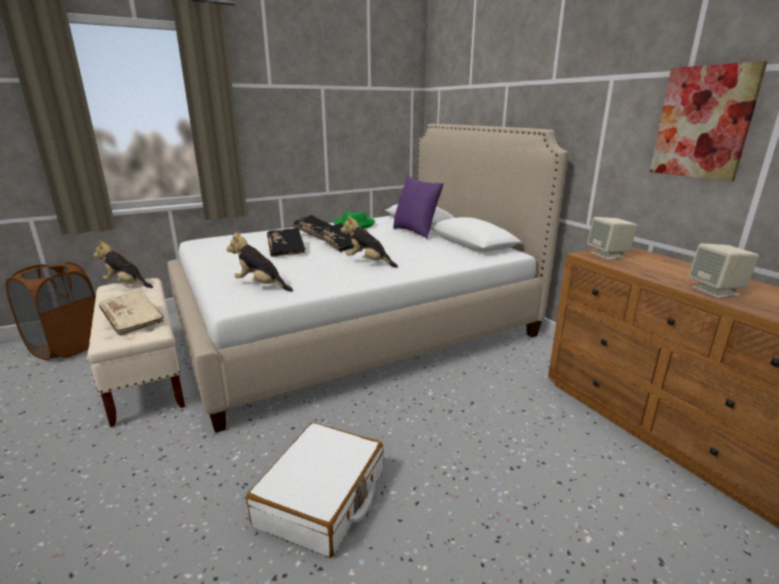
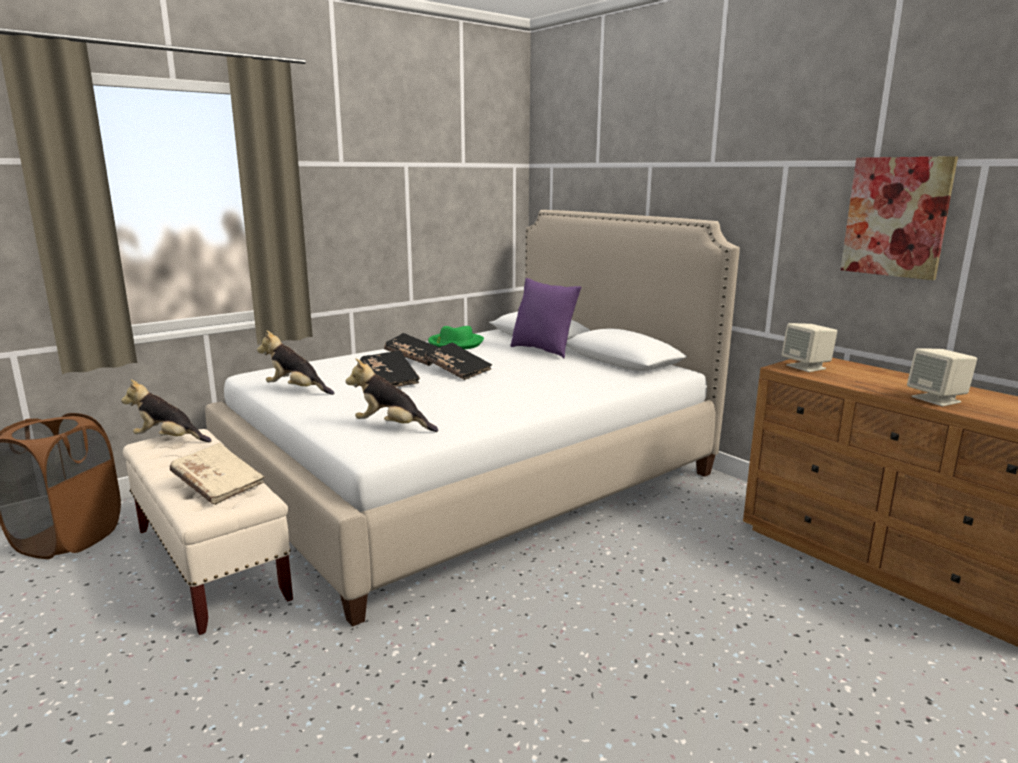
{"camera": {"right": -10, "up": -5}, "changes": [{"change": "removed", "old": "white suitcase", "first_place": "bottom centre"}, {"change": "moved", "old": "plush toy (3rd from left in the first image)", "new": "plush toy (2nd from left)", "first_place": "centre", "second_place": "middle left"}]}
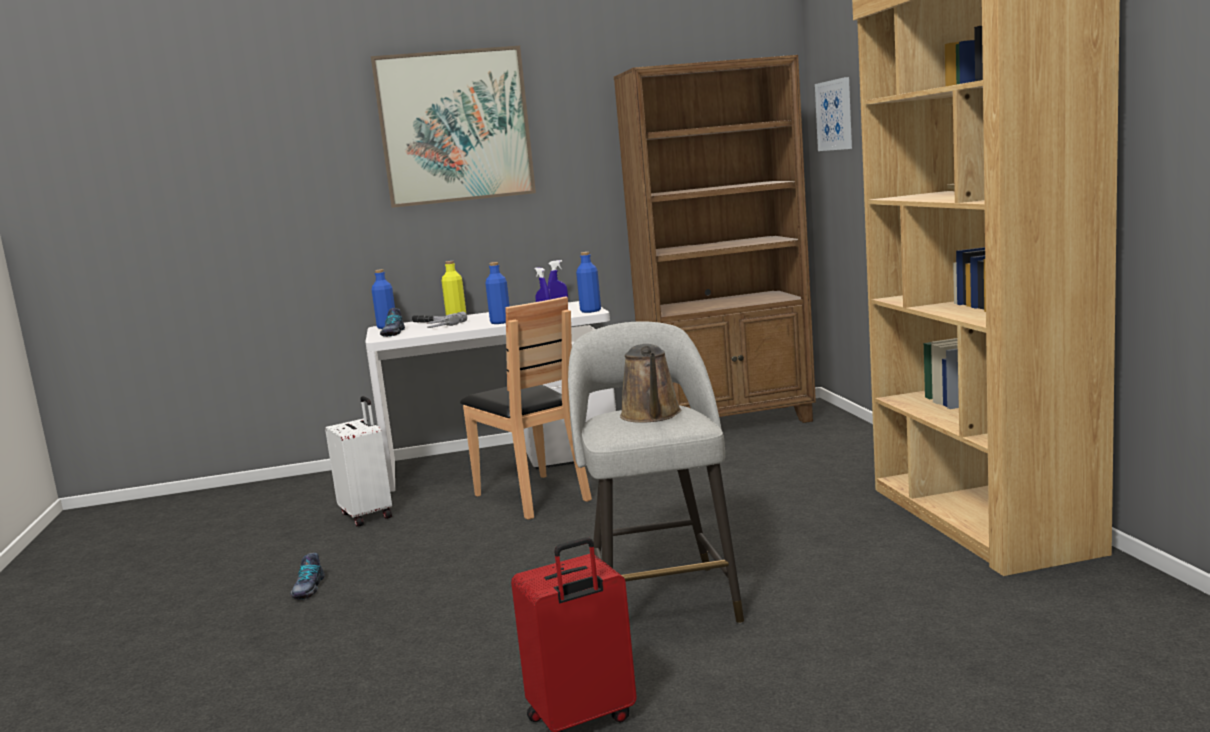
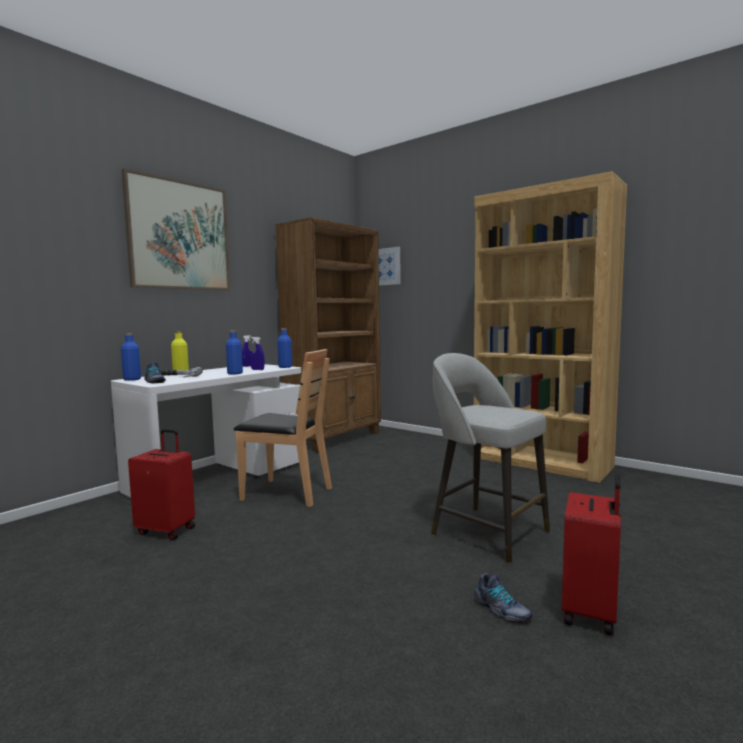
{"camera": {"right": -40, "up": -5}, "changes": [{"change": "moved", "old": "shoe (1st from left in the first image)", "new": "shoe (2nd from left)", "first_place": "bottom left", "second_place": "bottom right"}, {"change": "recoloured", "old": "white suitcase", "new": "red suitcase (1st from left)", "first_place": "middle left", "second_place": "middle left"}, {"change": "removed", "old": "brown watering can", "first_place": "centre"}]}
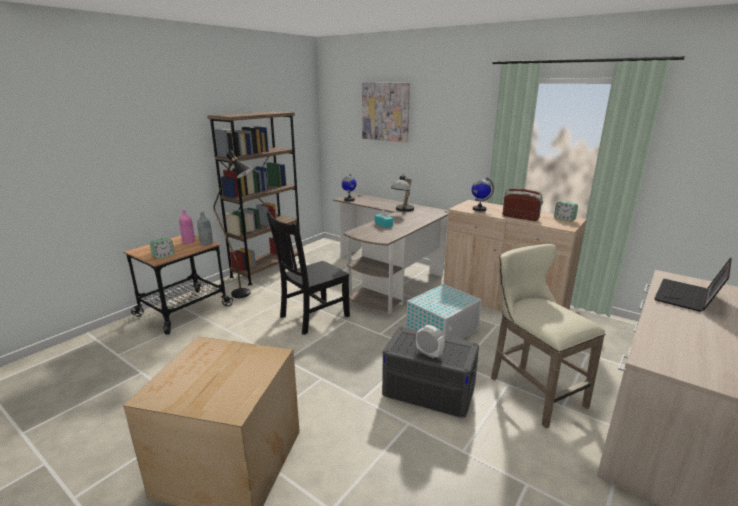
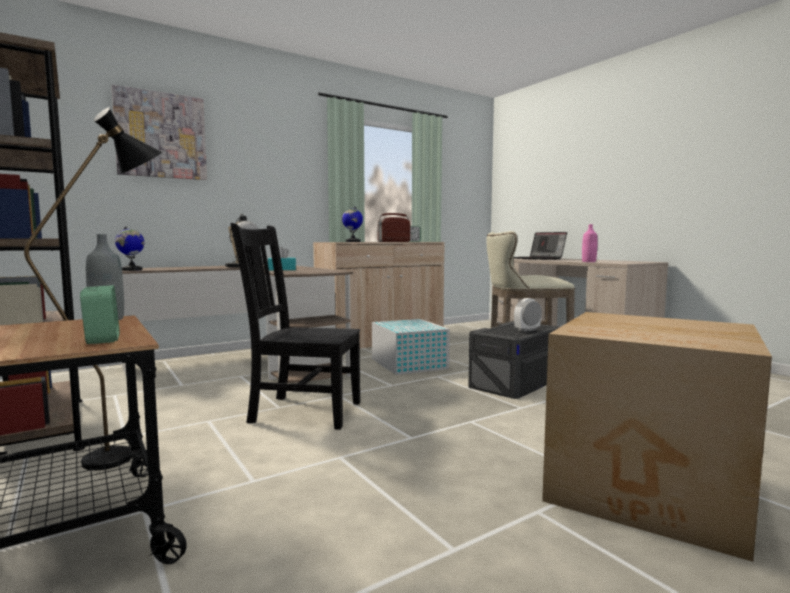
{"camera": {"right": -70, "up": -15}, "changes": [{"change": "moved", "old": "pink bottle", "first_place": "middle left", "second_place": "middle right"}, {"change": "turned", "old": "black chair", "first_place": "centre", "second_place": "centre", "degrees": 120}]}
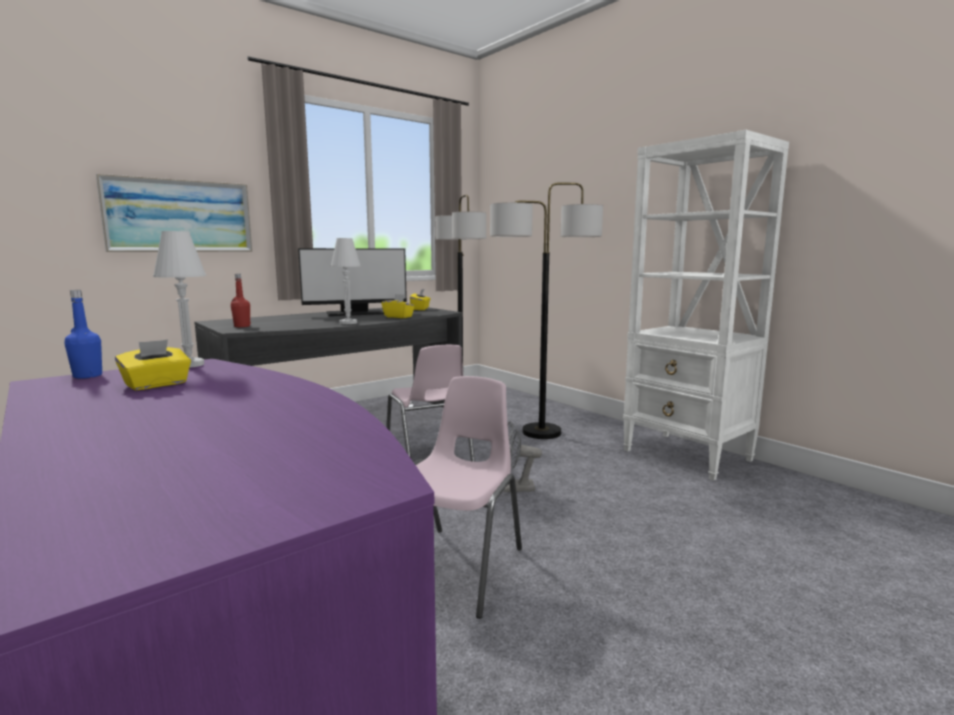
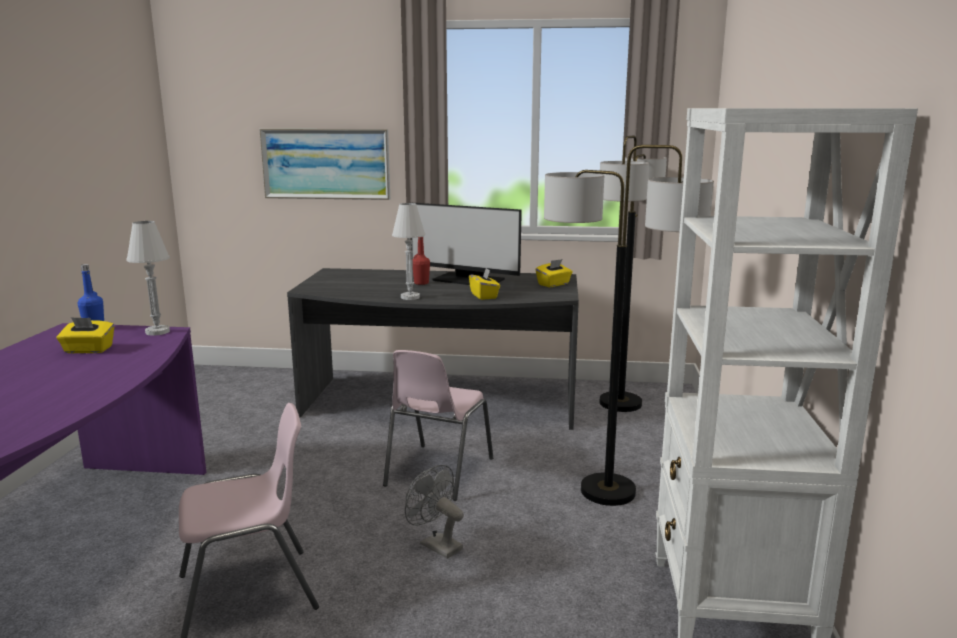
{"camera": {"right": 45, "up": 5}, "changes": [{"change": "moved", "old": "red bottle", "first_place": "middle left", "second_place": "centre"}]}
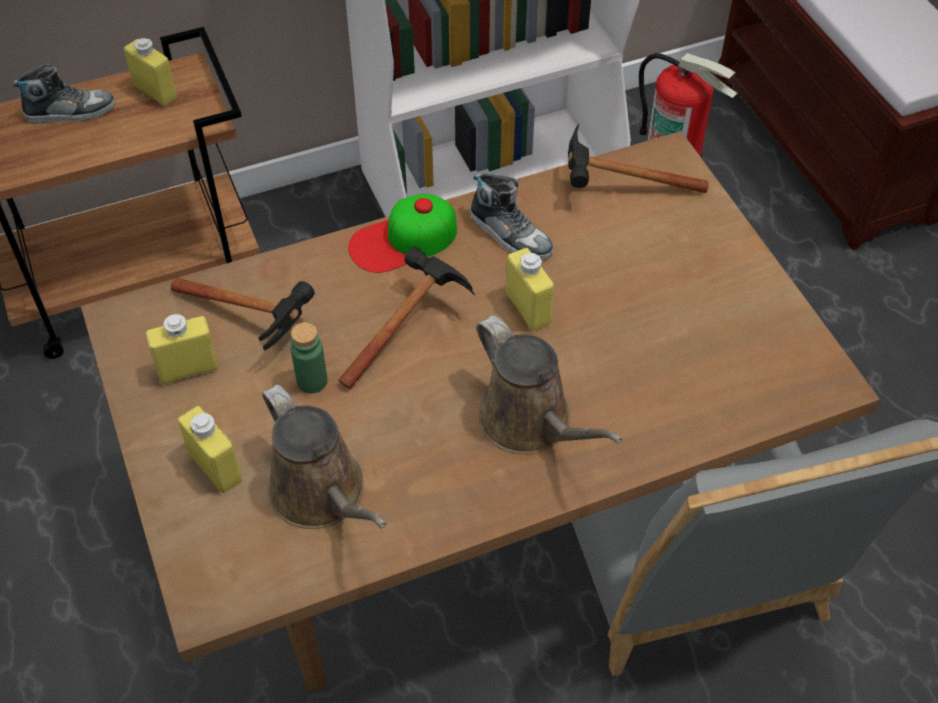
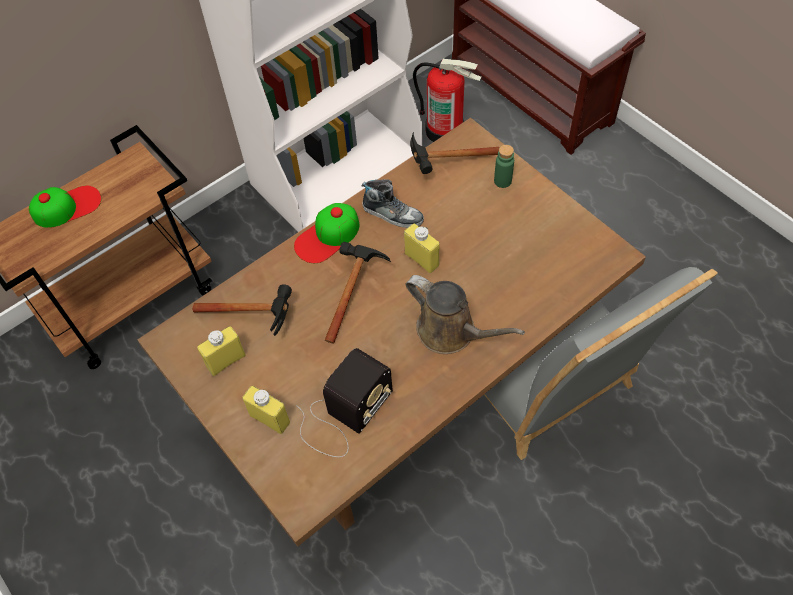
{"camera": {"right": -15, "up": 5}, "changes": [{"change": "replaced", "old": "shoe (1st from left)", "new": "cap (1st from left)", "first_place": "top left", "second_place": "middle left"}, {"change": "removed", "old": "yellow bottle (1st from left)", "first_place": "top left"}, {"change": "replaced", "old": "brown watering can (1st from left)", "new": "radio", "first_place": "centre", "second_place": "bottom centre"}, {"change": "moved", "old": "green bottle", "first_place": "middle left", "second_place": "top centre"}]}
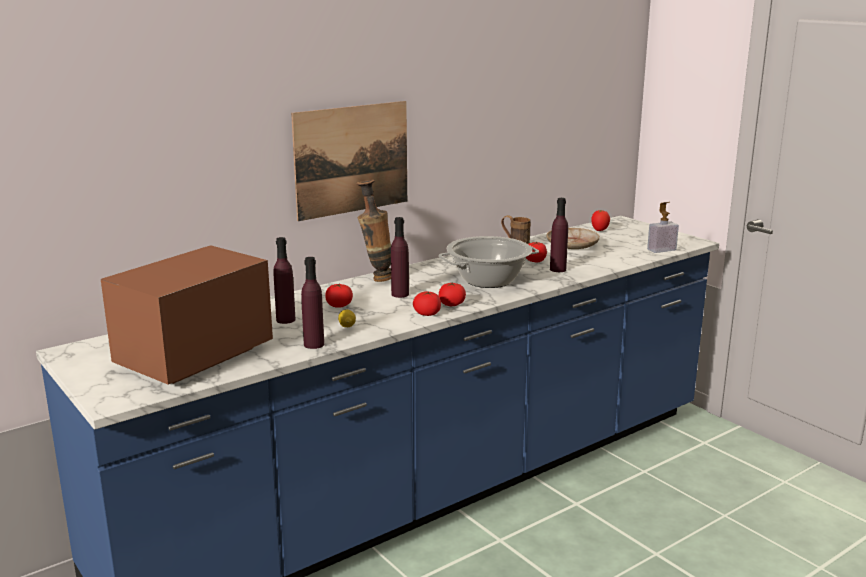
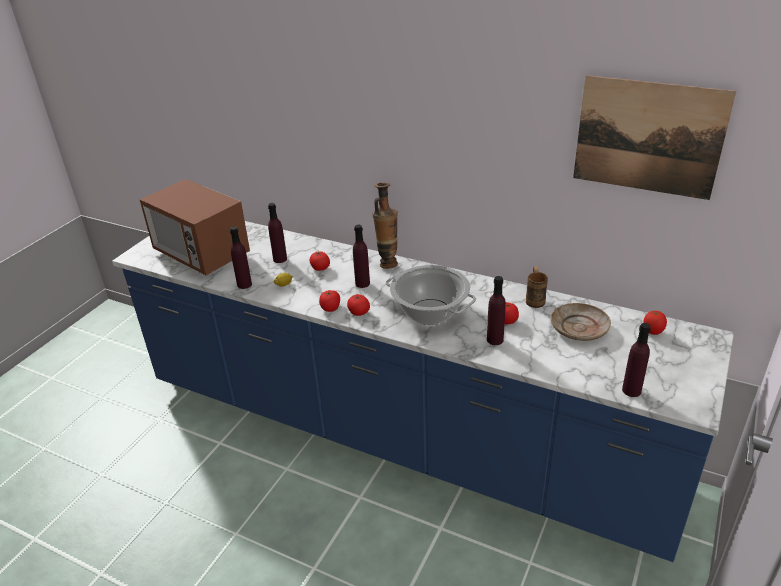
{"camera": {"right": 65, "up": 15}, "changes": [{"change": "turned", "old": "microwave", "first_place": "middle left", "second_place": "middle left", "degrees": -150}, {"change": "moved", "old": "picture", "first_place": "top centre", "second_place": "top right"}, {"change": "replaced", "old": "soap dispenser", "new": "purple bottle (5th from left)", "first_place": "middle right", "second_place": "middle right"}]}
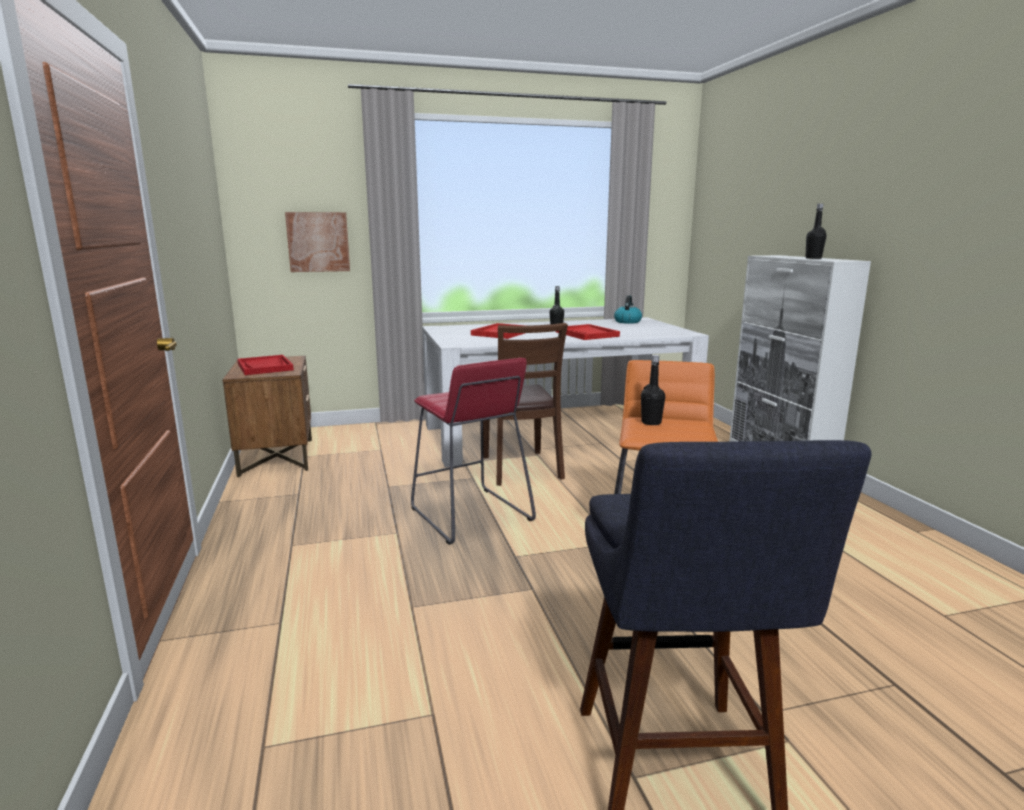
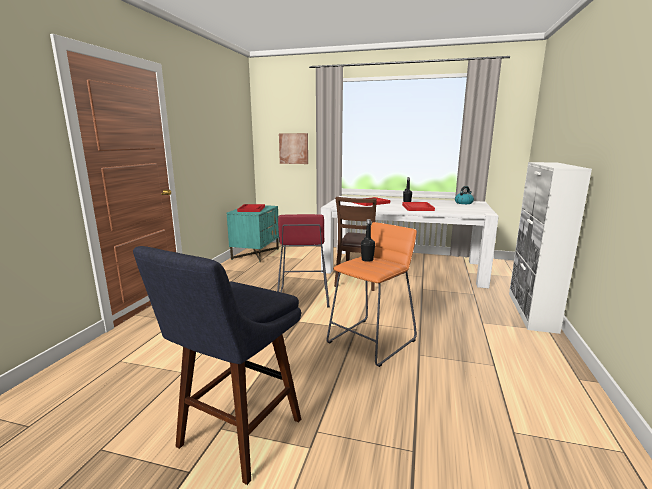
{"camera": {"right": 30, "up": 0}, "changes": [{"change": "recoloured", "old": "brown nightstand", "new": "turquoise nightstand", "first_place": "middle left", "second_place": "centre"}, {"change": "removed", "old": "black bottle (3rd from left)", "first_place": "top right"}]}
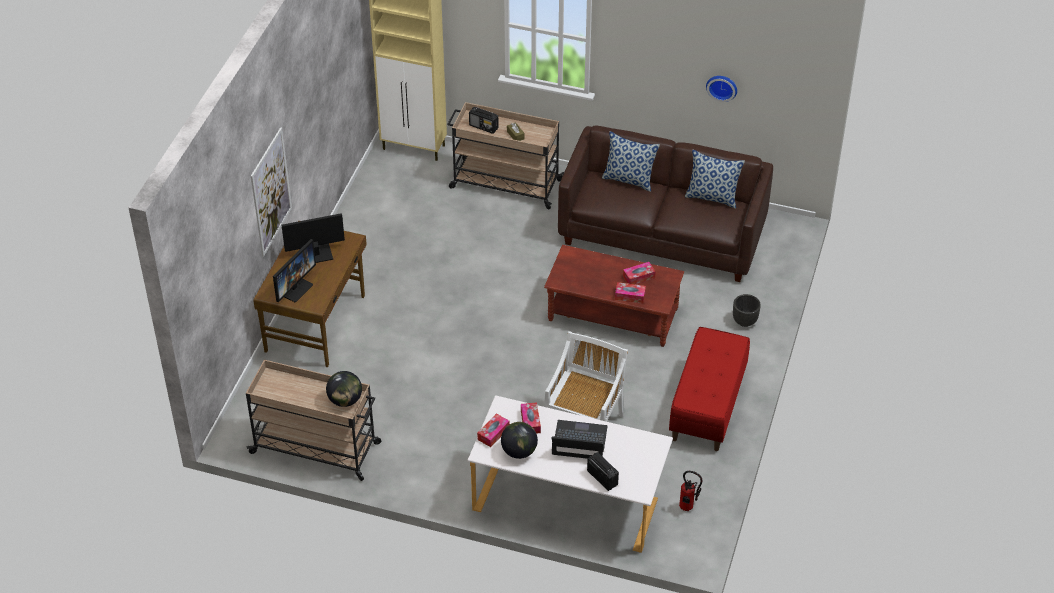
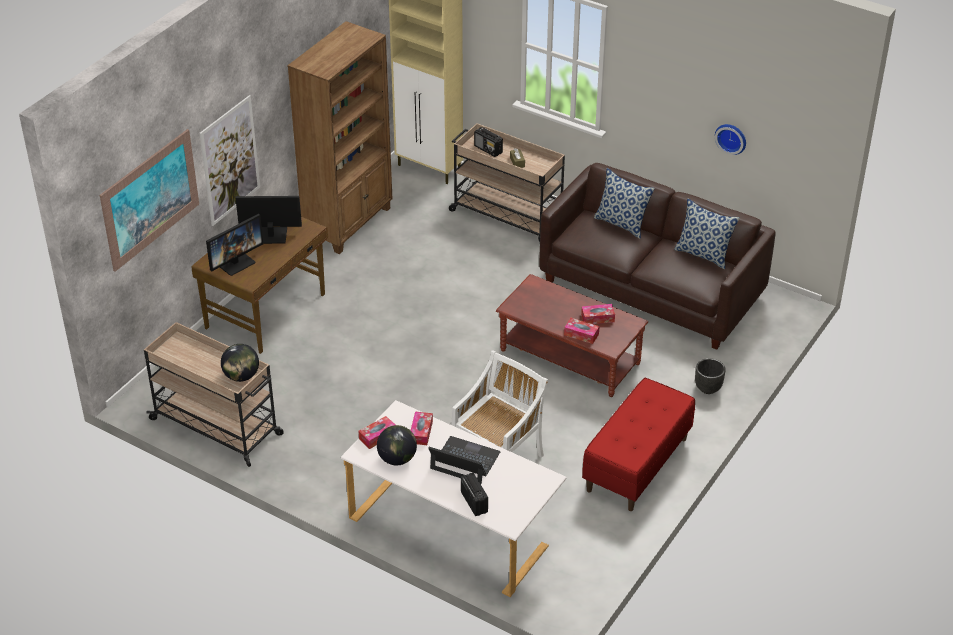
{"camera": {"right": 15, "up": -5}, "changes": [{"change": "removed", "old": "fire extinguisher", "first_place": "bottom centre"}, {"change": "added", "new": "picture (1st from left)", "second_place": "top left"}, {"change": "added", "new": "brown bookcase", "second_place": "top centre"}]}
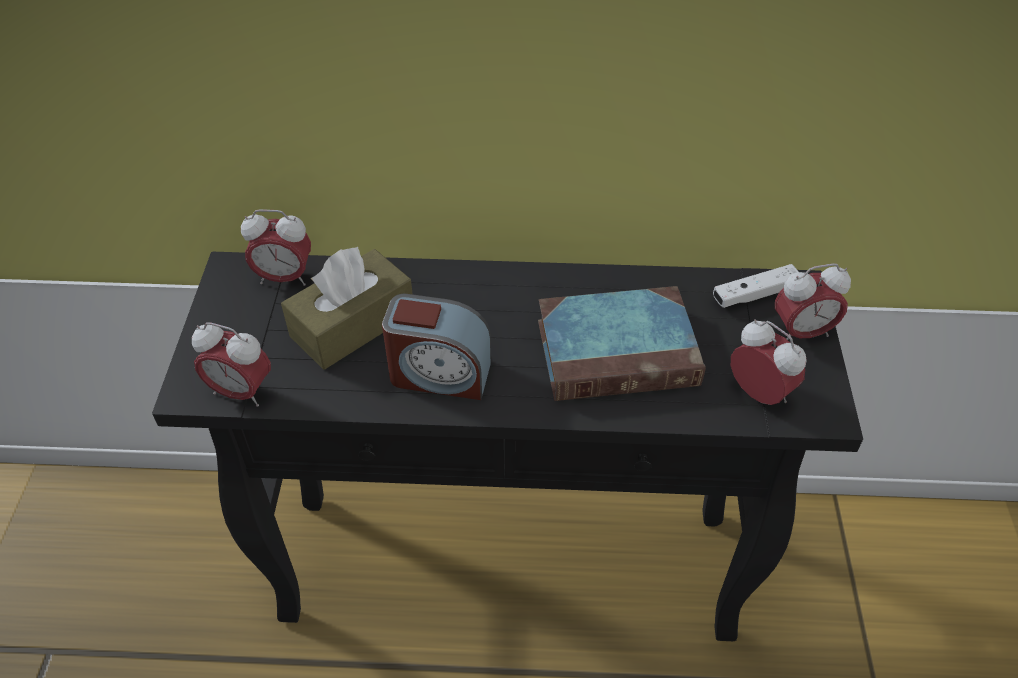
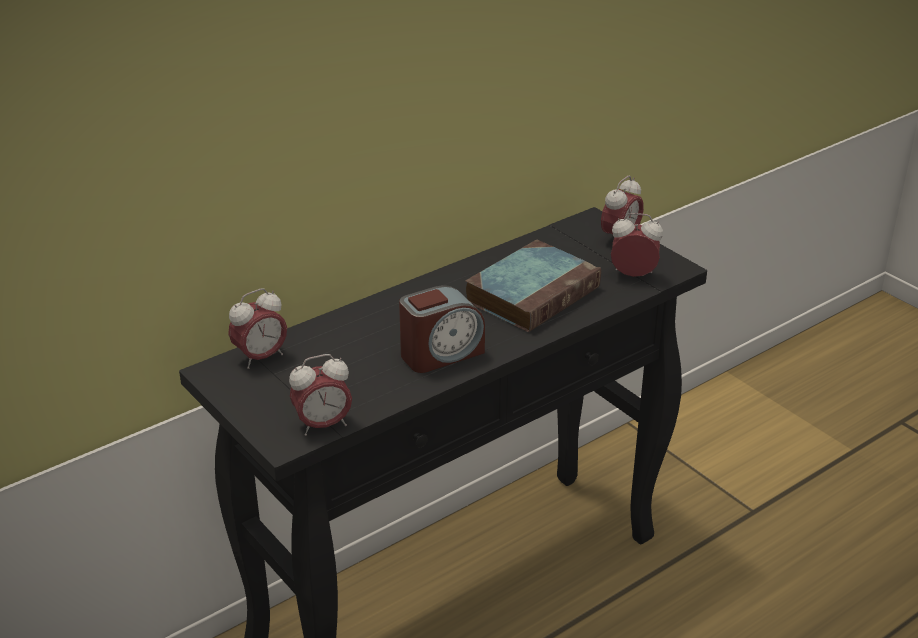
{"camera": {"right": -40, "up": -15}, "changes": [{"change": "removed", "old": "brown tissue box", "first_place": "centre"}, {"change": "removed", "old": "white game controller", "first_place": "middle right"}]}
